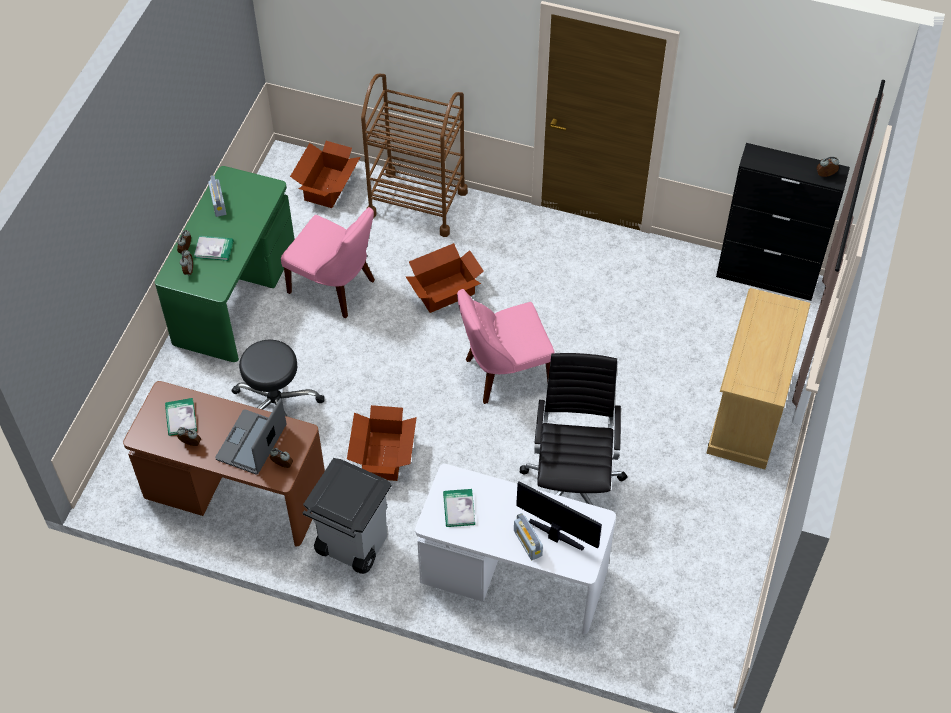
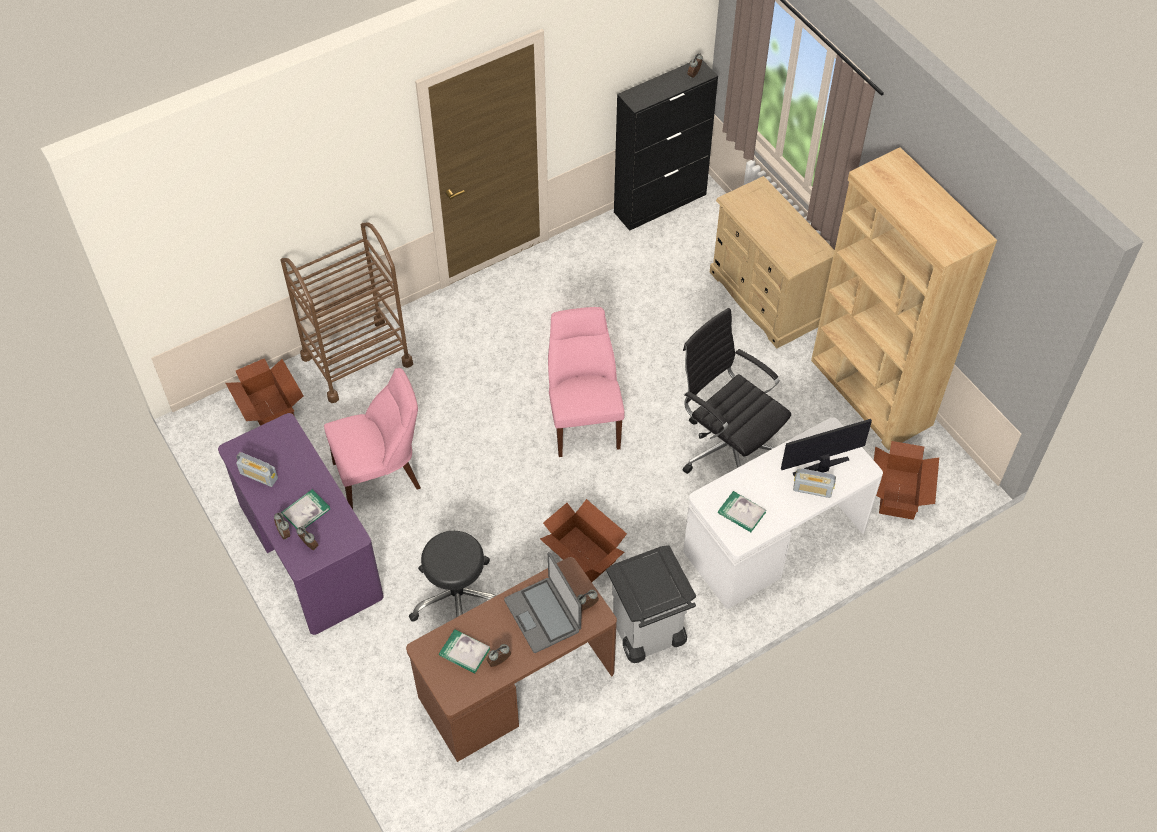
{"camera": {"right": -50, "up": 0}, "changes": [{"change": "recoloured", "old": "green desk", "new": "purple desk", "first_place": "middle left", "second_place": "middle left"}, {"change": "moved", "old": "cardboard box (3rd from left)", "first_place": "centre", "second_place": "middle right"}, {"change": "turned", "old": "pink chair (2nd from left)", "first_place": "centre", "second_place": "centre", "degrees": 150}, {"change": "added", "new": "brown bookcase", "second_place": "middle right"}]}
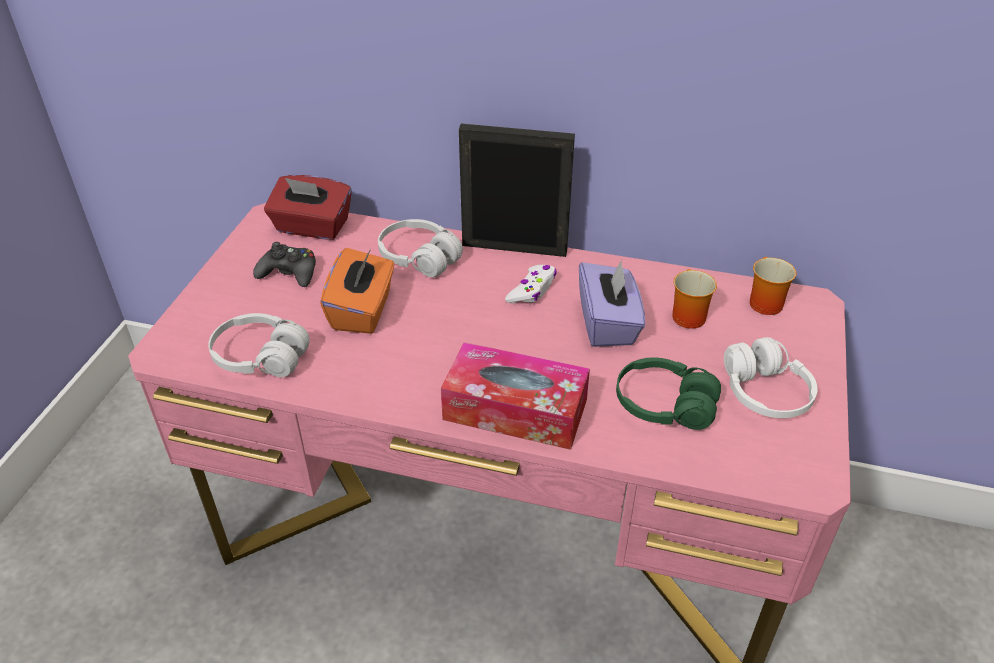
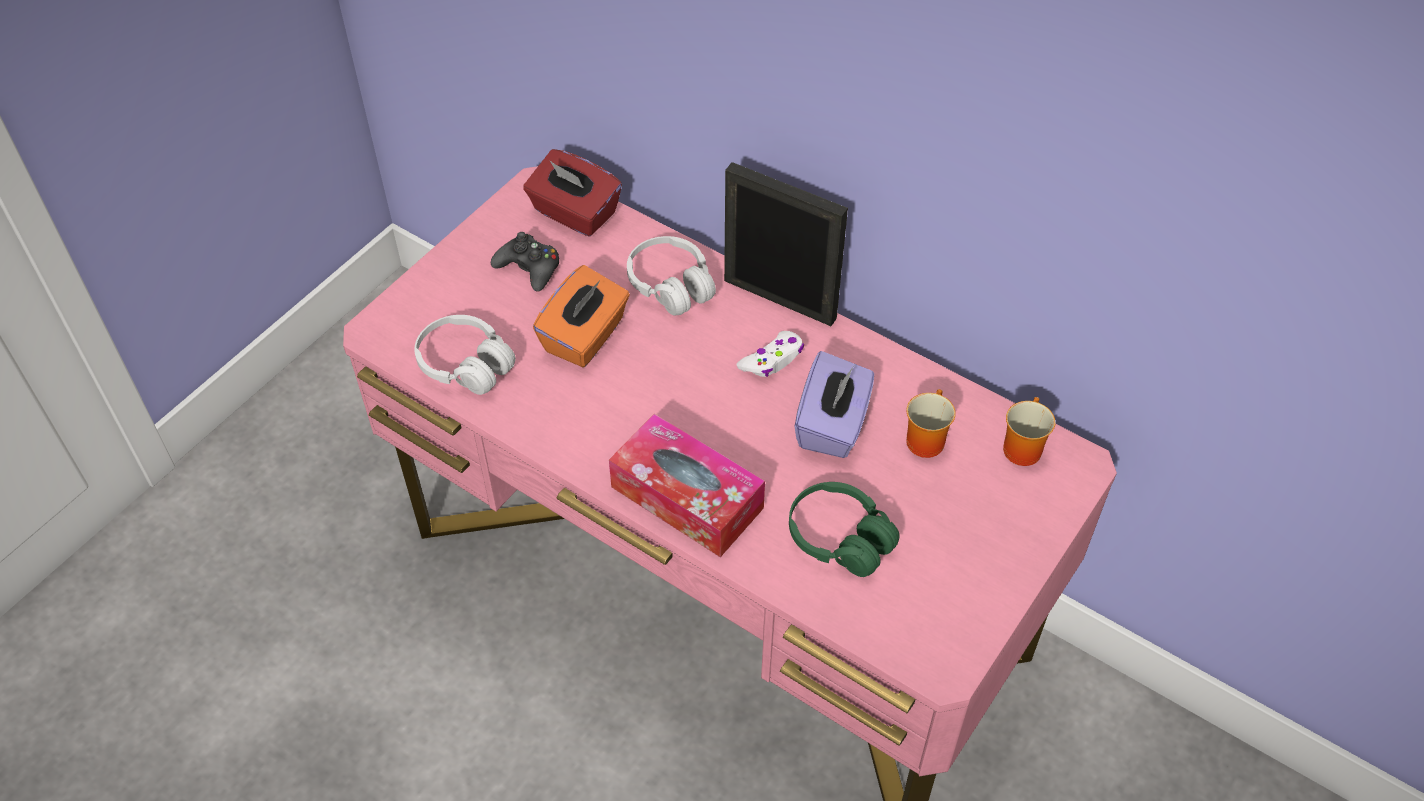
{"camera": {"right": 20, "up": 10}, "changes": [{"change": "removed", "old": "white headphones (3rd from left)", "first_place": "middle right"}]}
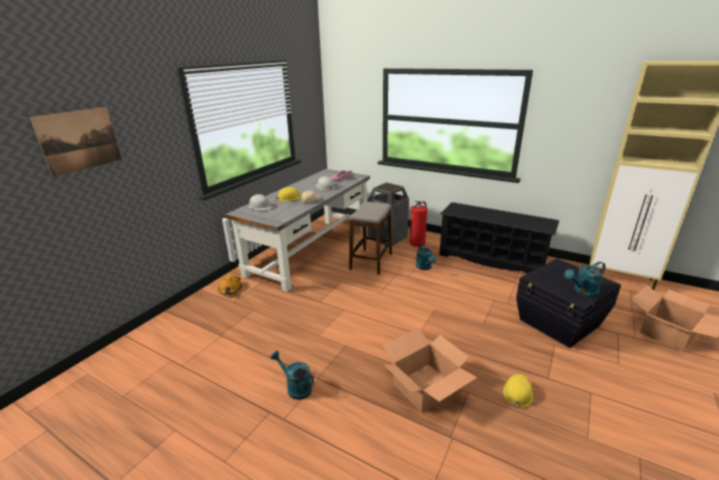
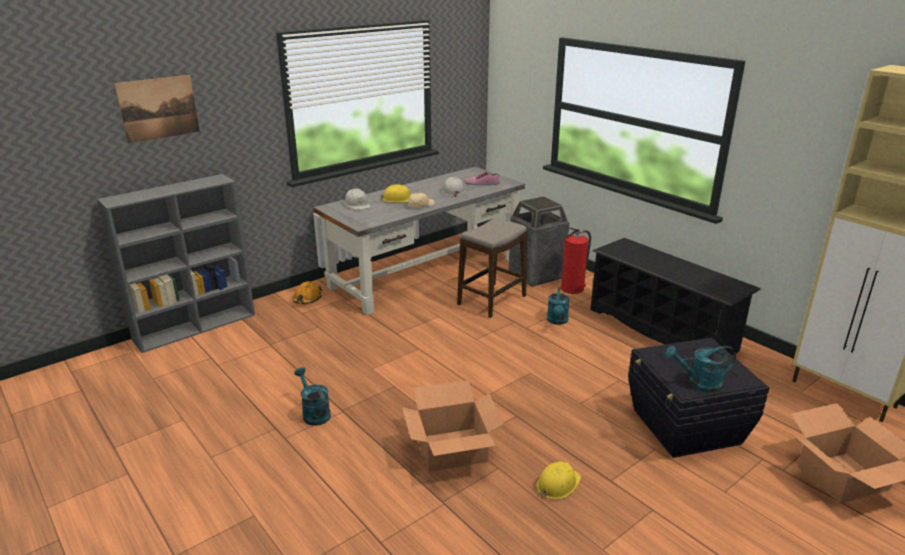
{"camera": {"right": 20, "up": 0}, "changes": [{"change": "added", "new": "grey bookcase", "second_place": "middle left"}]}
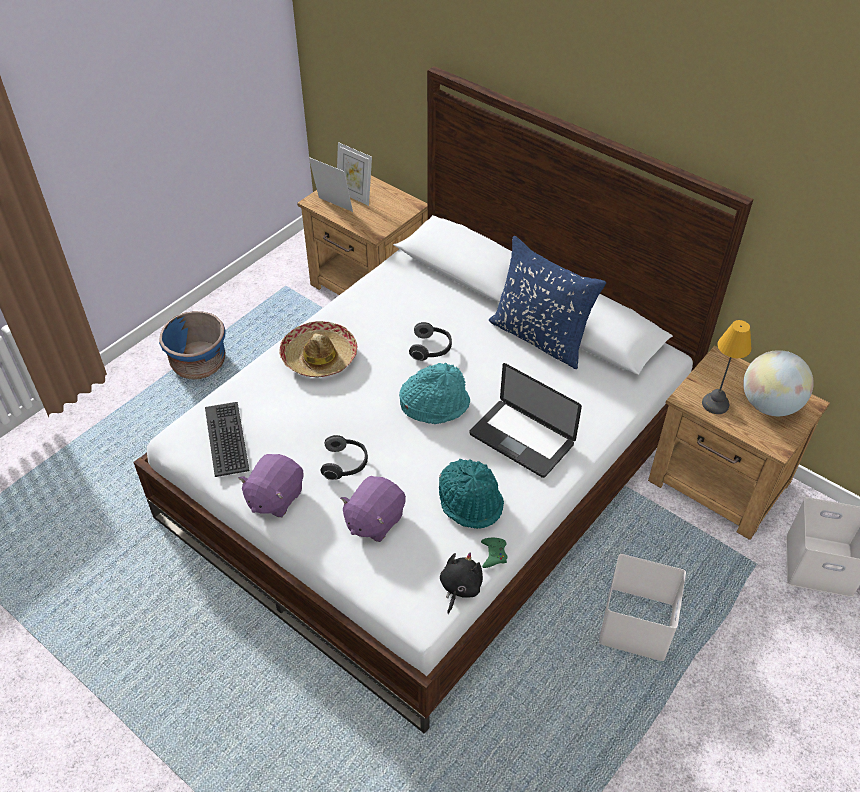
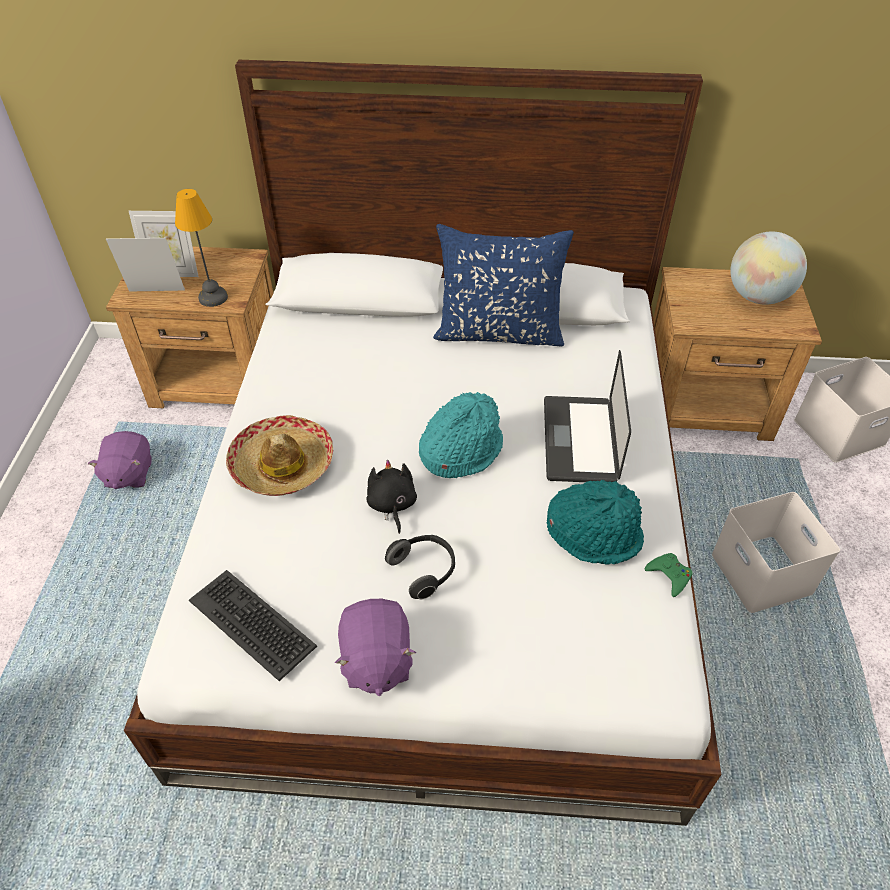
{"camera": {"right": -35, "up": 0}, "changes": [{"change": "removed", "old": "blue planter", "first_place": "middle left"}, {"change": "moved", "old": "purple plush toy (2nd from left in the first image)", "new": "purple plush toy (1st from left)", "first_place": "centre", "second_place": "middle left"}, {"change": "removed", "old": "headphones (2nd from left)", "first_place": "centre"}, {"change": "moved", "old": "black plush toy", "first_place": "bottom centre", "second_place": "centre"}, {"change": "turned", "old": "laptop", "first_place": "centre", "second_place": "centre", "degrees": 90}, {"change": "moved", "old": "table lamp", "first_place": "middle right", "second_place": "top left"}]}
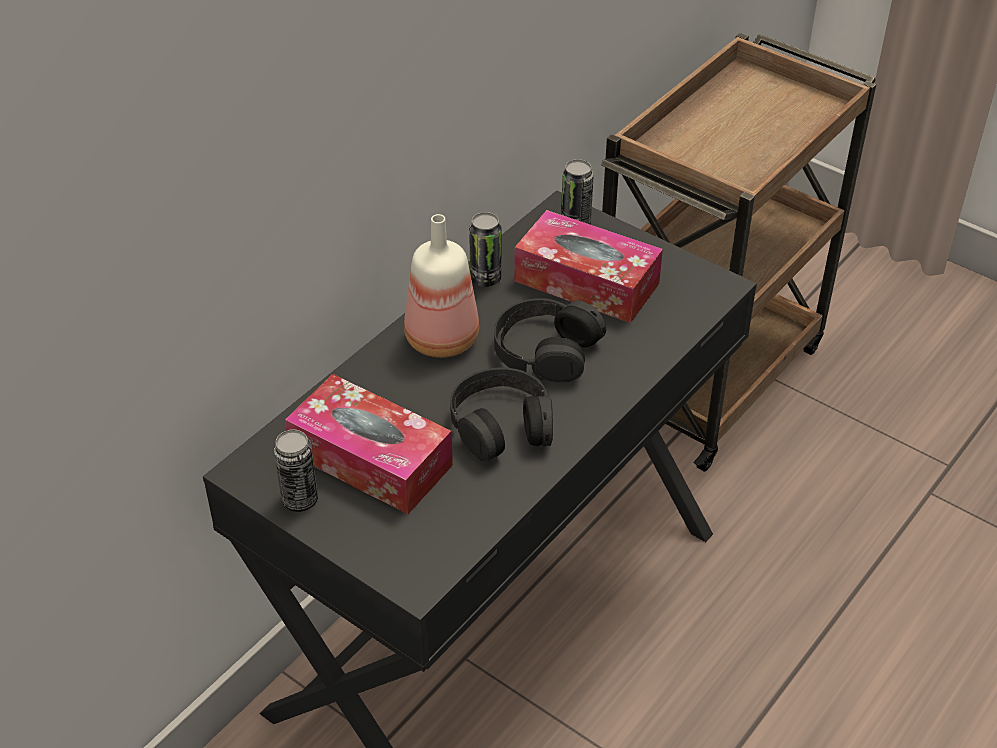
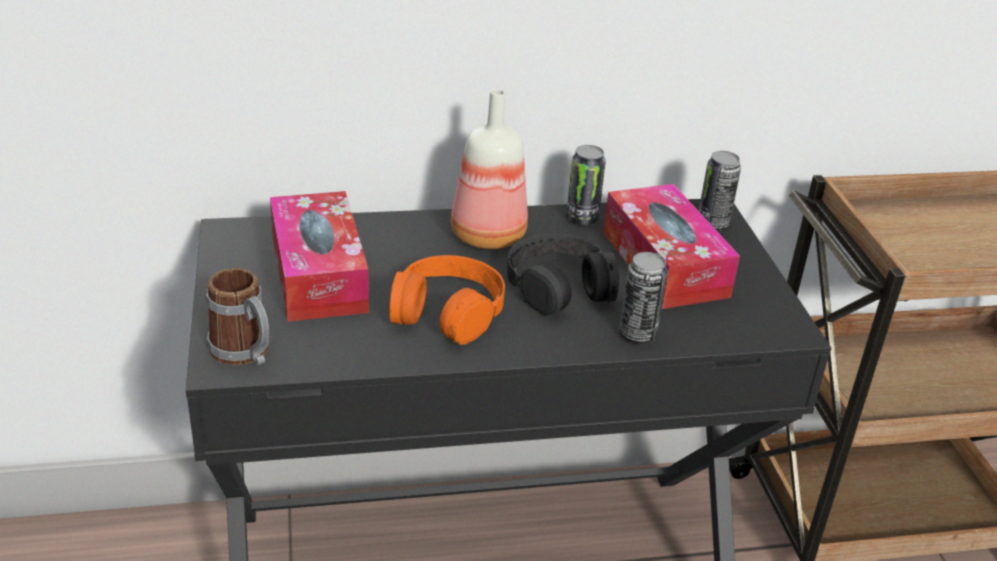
{"camera": {"right": 40, "up": -10}, "changes": [{"change": "moved", "old": "can (1st from left in the first image)", "new": "can (2nd from left)", "first_place": "middle left", "second_place": "centre"}, {"change": "recoloured", "old": "black headphones (1st from left)", "new": "orange headphones", "first_place": "centre", "second_place": "centre"}, {"change": "added", "new": "mug", "second_place": "middle left"}]}
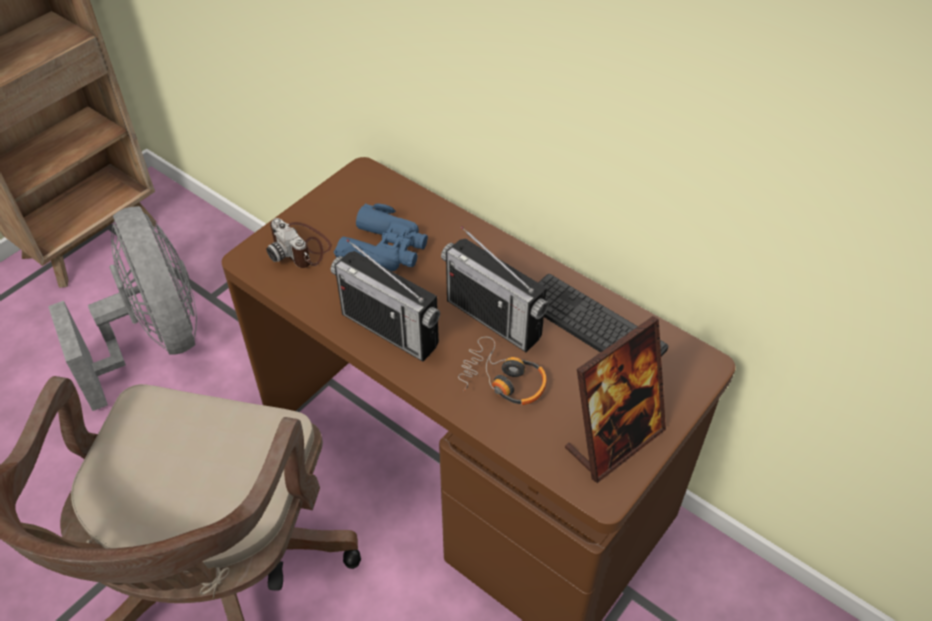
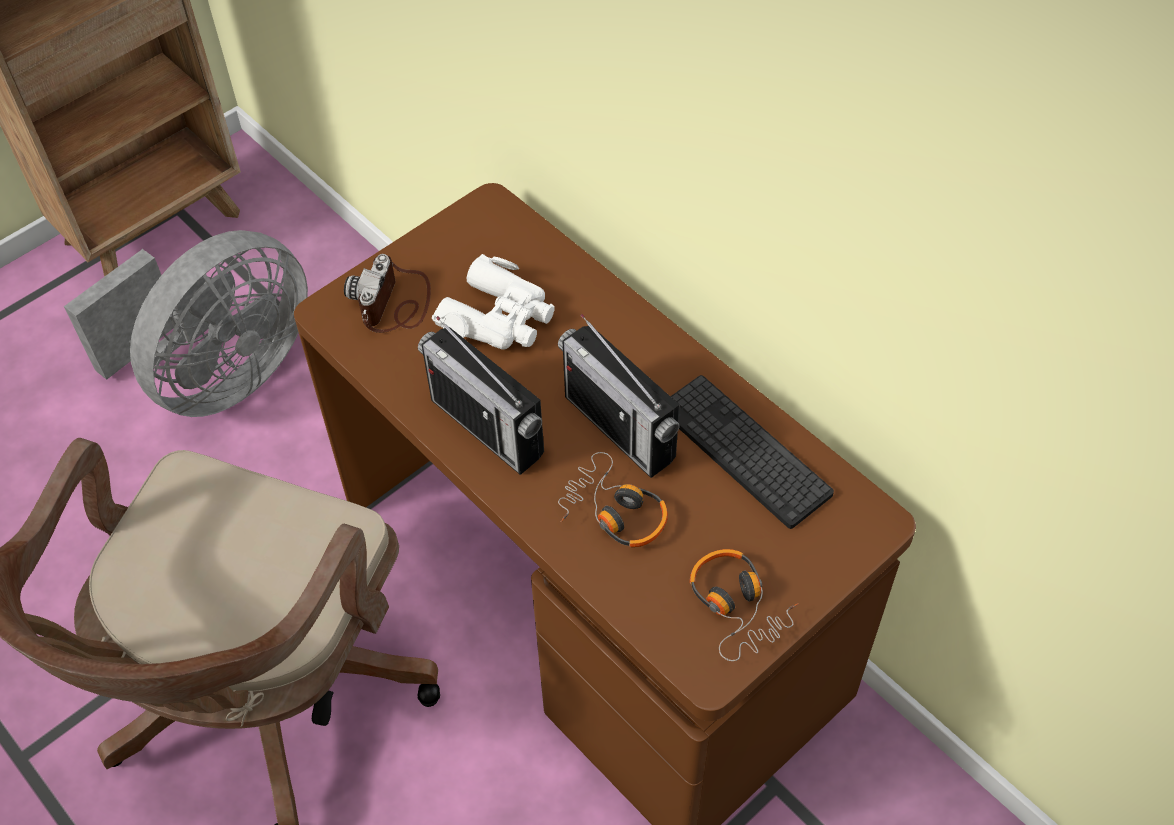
{"camera": {"right": 10, "up": 5}, "changes": [{"change": "turned", "old": "grey fan", "first_place": "middle left", "second_place": "middle left", "degrees": 60}, {"change": "turned", "old": "photo camera", "first_place": "middle left", "second_place": "middle left", "degrees": 45}, {"change": "recoloured", "old": "blue binoculars", "new": "white binoculars", "first_place": "centre", "second_place": "centre"}, {"change": "replaced", "old": "picture frame", "new": "headphones (2nd from left)", "first_place": "centre", "second_place": "bottom centre"}]}
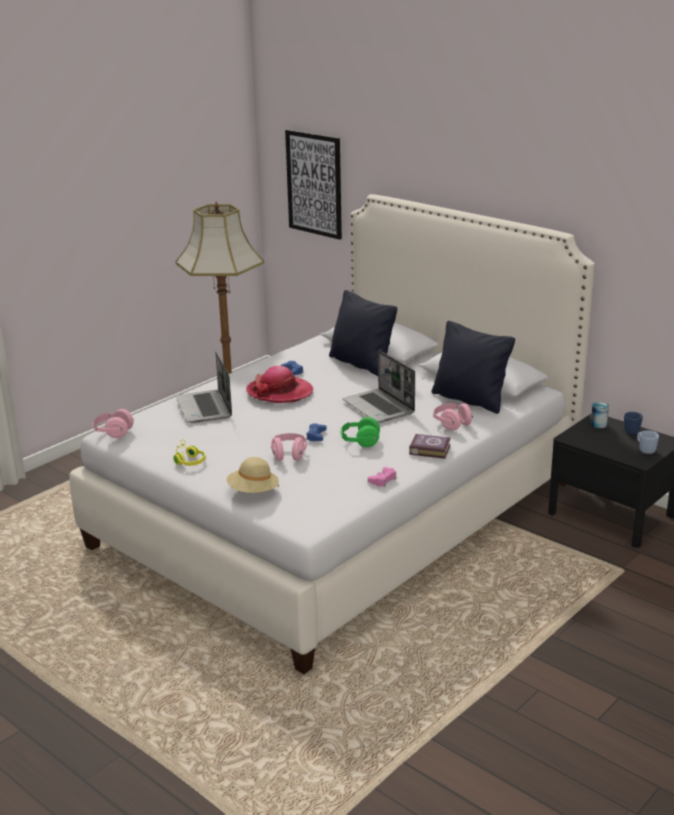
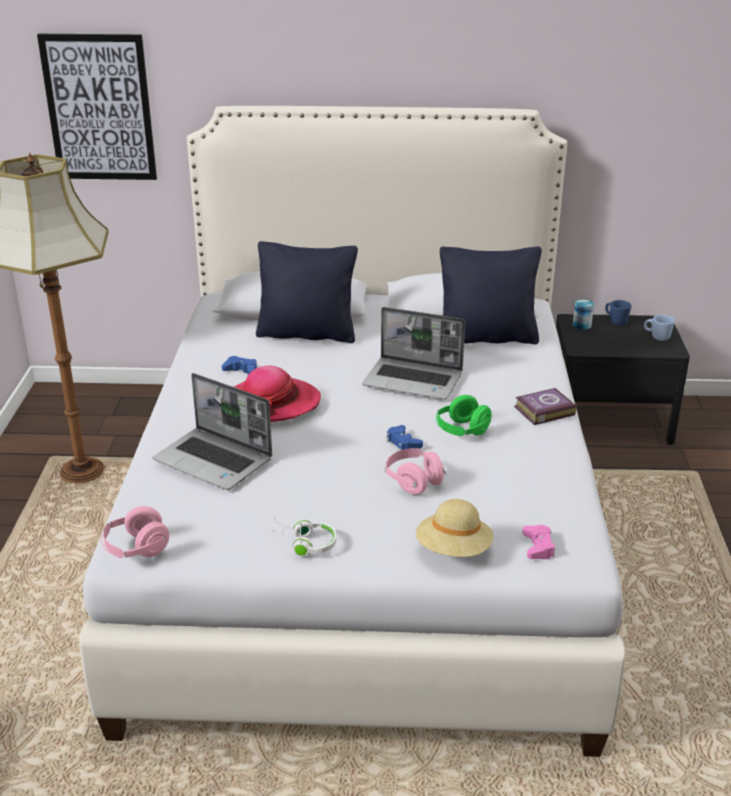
{"camera": {"right": -40, "up": 5}, "changes": [{"change": "recoloured", "old": "yellow headphones", "new": "white headphones", "first_place": "middle left", "second_place": "bottom centre"}, {"change": "moved", "old": "pink game controller", "first_place": "centre", "second_place": "bottom right"}, {"change": "removed", "old": "pink headphones (3rd from left)", "first_place": "middle right"}]}
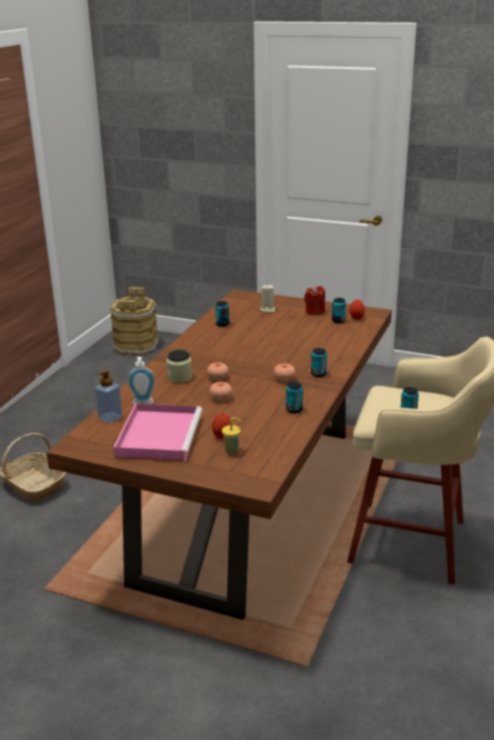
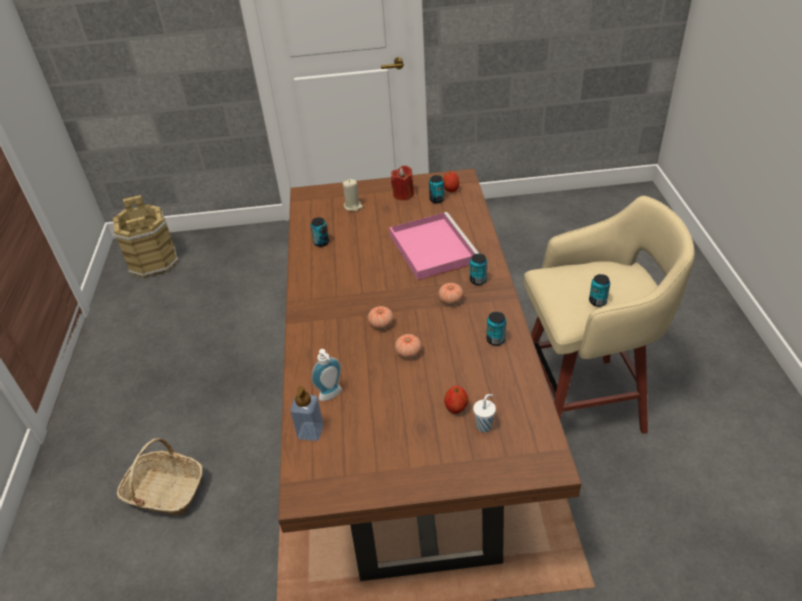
{"camera": {"right": -25, "up": 15}, "changes": [{"change": "moved", "old": "pink tray", "first_place": "middle left", "second_place": "centre"}, {"change": "removed", "old": "jar", "first_place": "centre"}, {"change": "recoloured", "old": "yellow cup", "new": "white cup", "first_place": "centre", "second_place": "bottom centre"}]}
